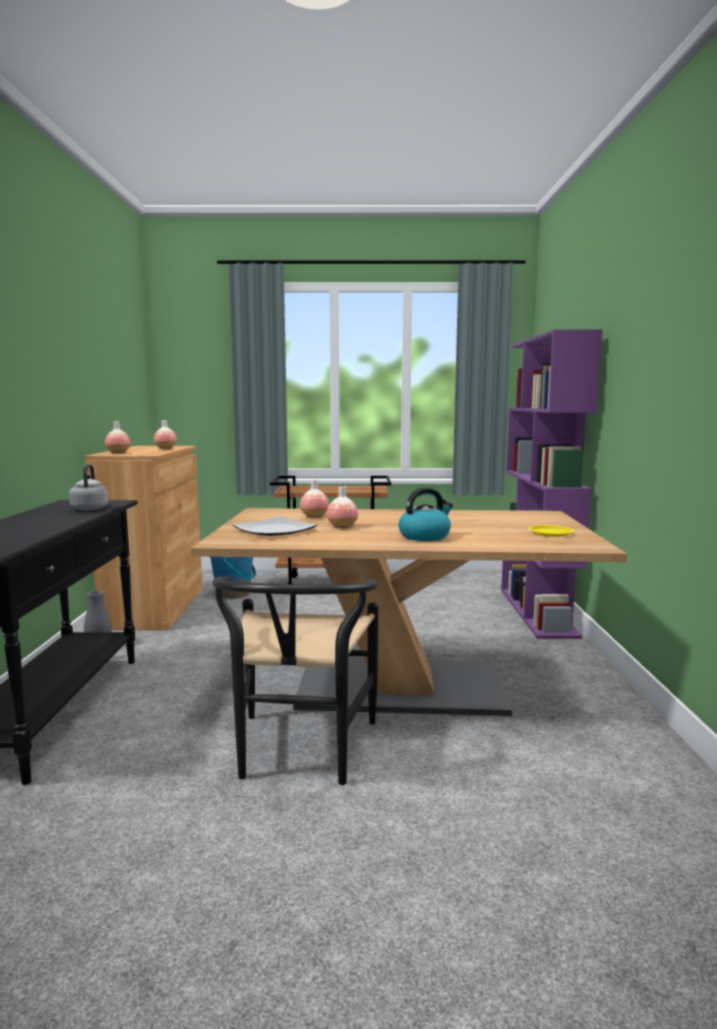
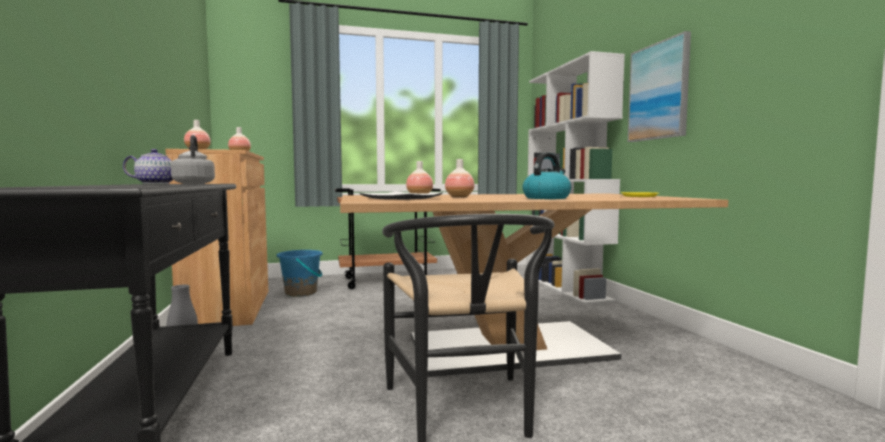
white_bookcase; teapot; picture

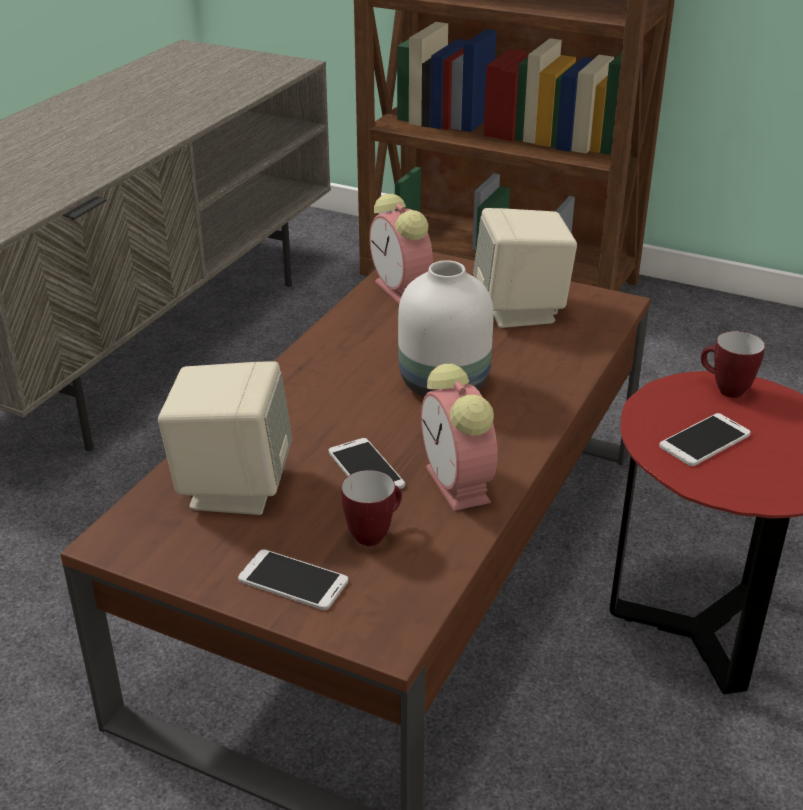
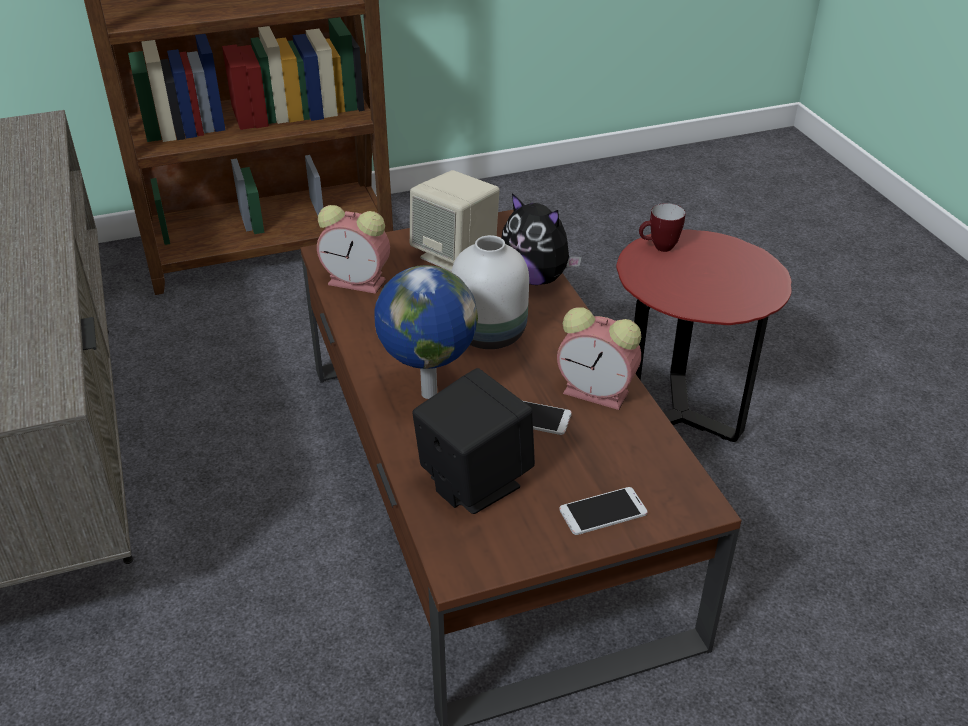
black_speaker; mug (no. 1 from left in the first image); phone (no. 3 from left in the first image); globe; plush_toy

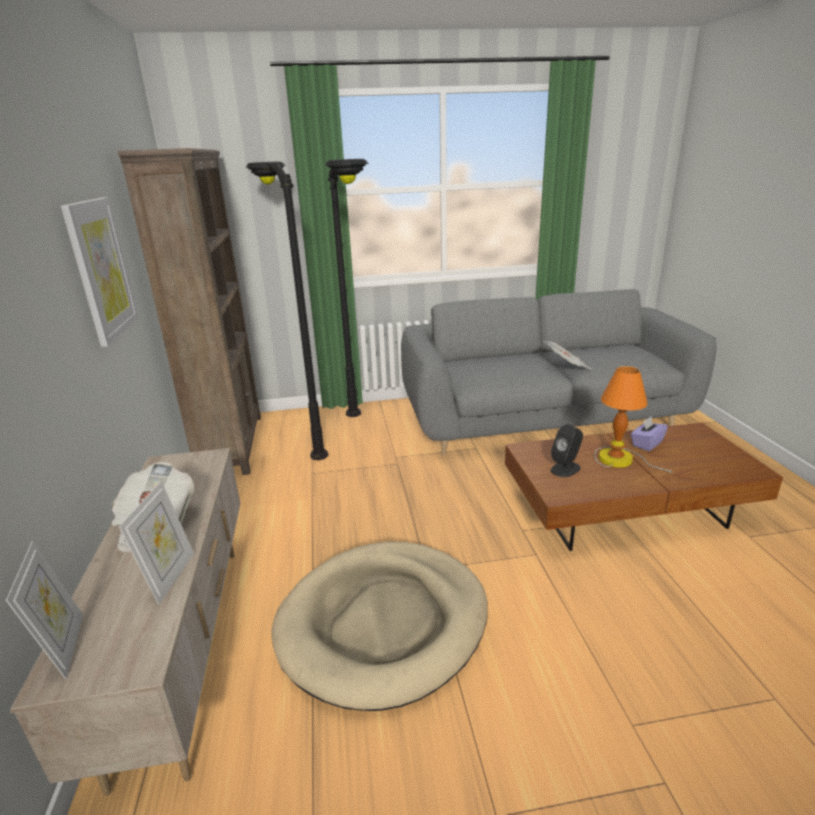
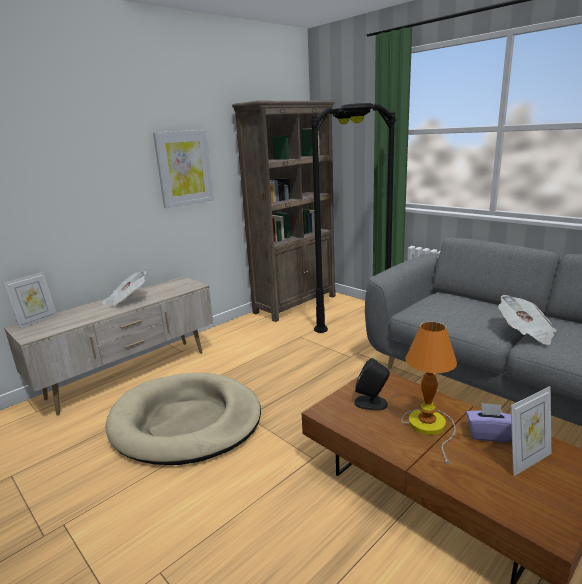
picture_frame (no. 2 from left)

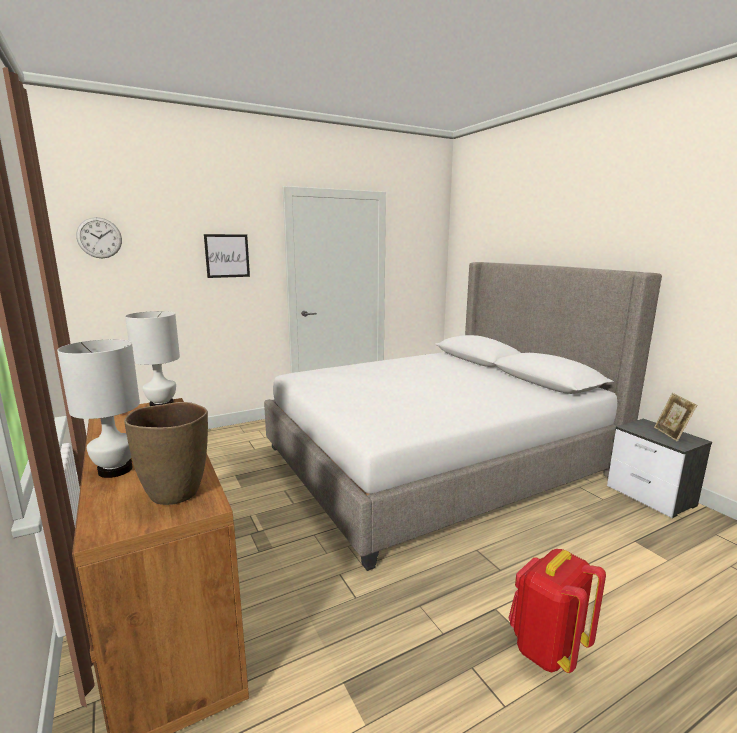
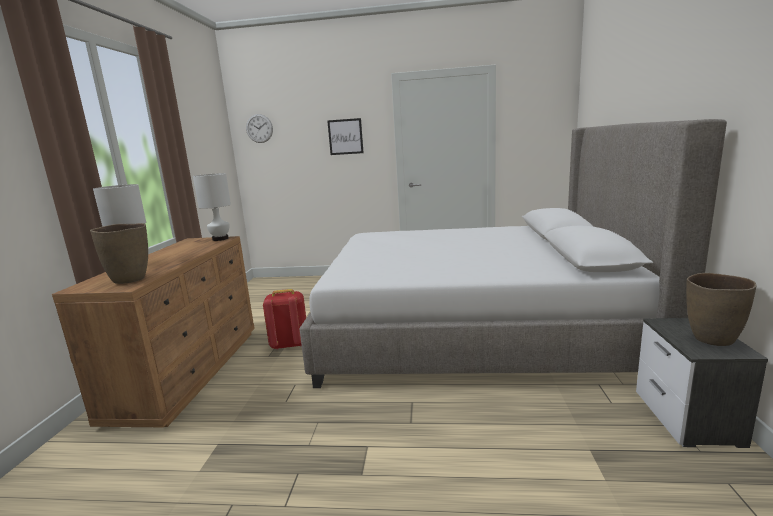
red_backpack; brown_vase (no. 2 from left)

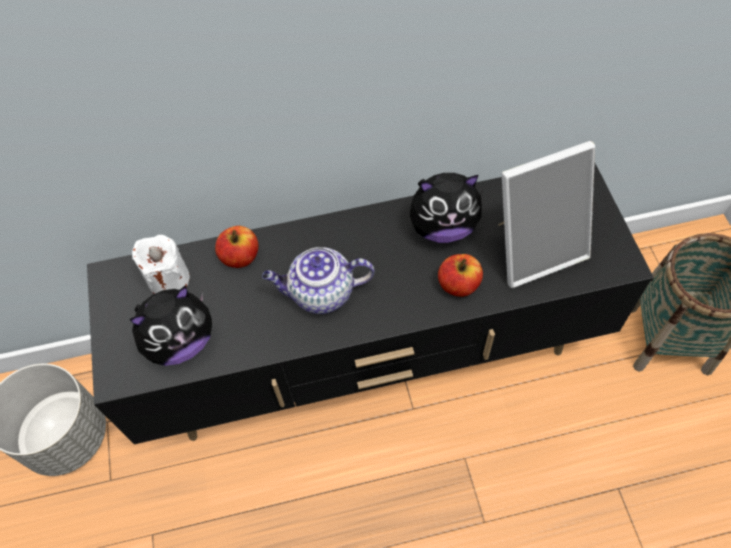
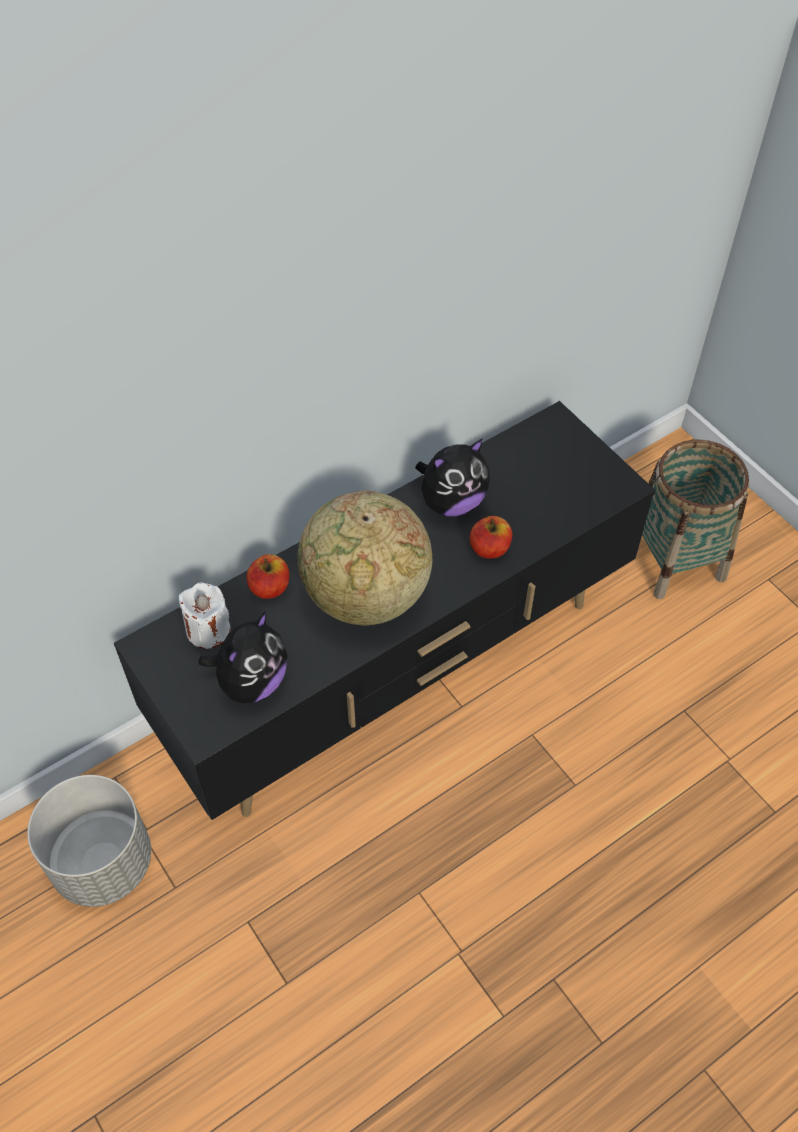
globe; picture_frame

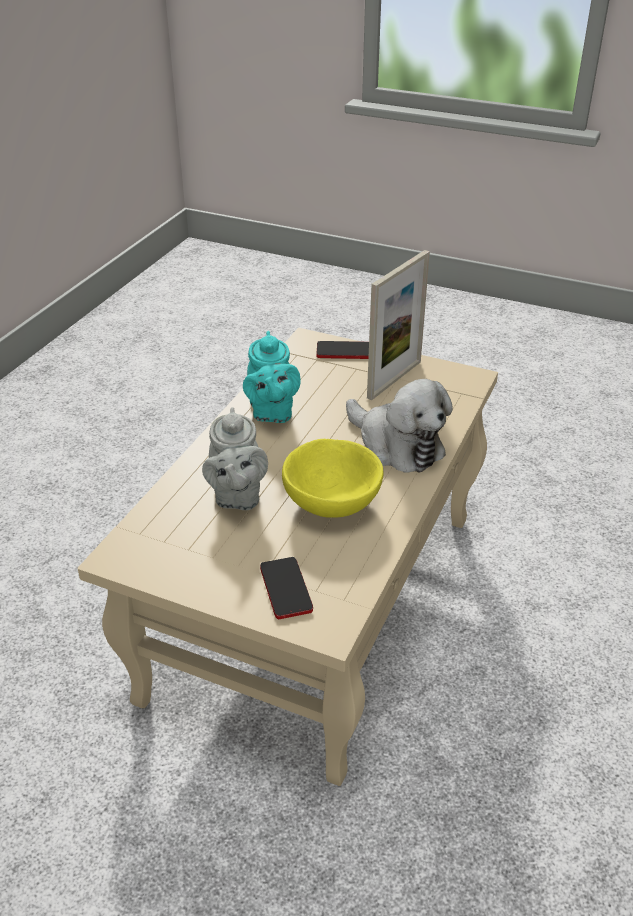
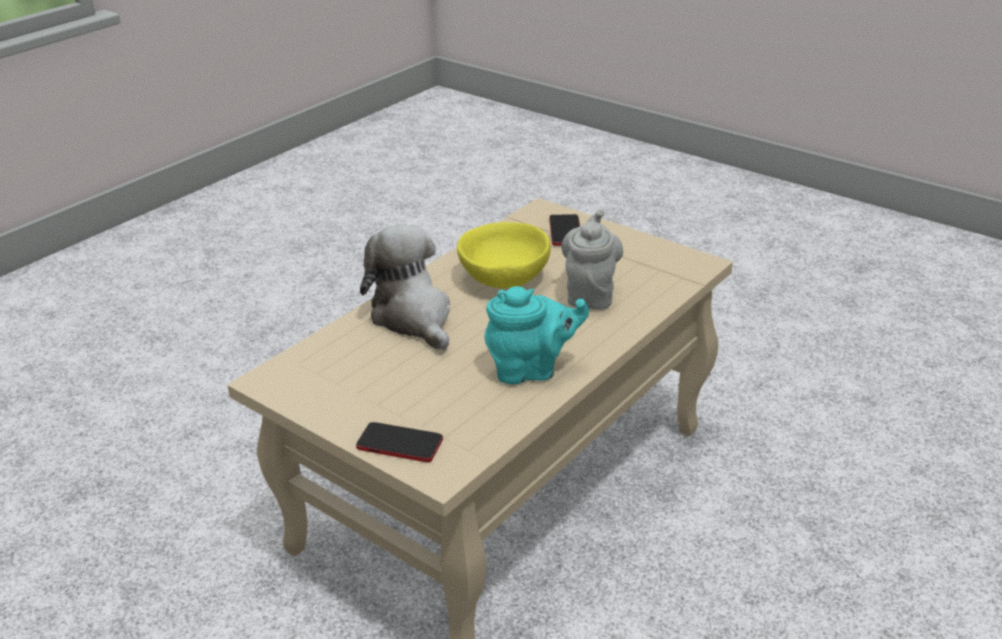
turquoise_teapot; picture_frame

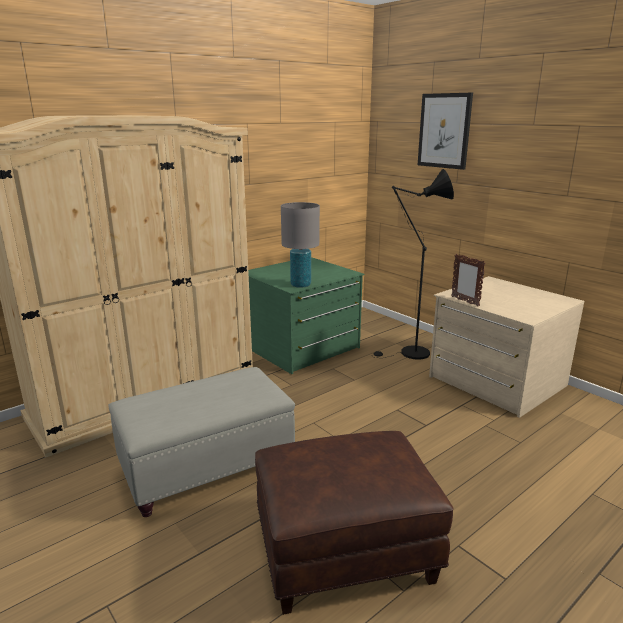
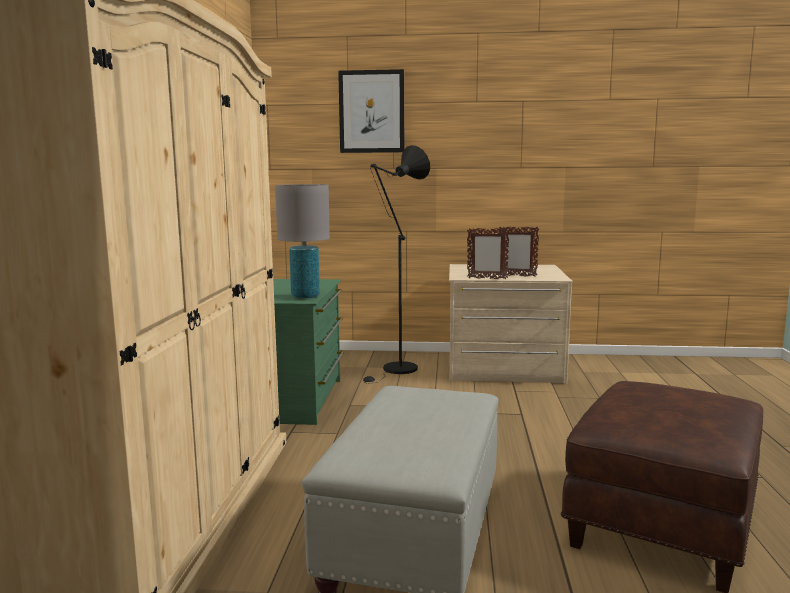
picture_frame (no. 2 from left)

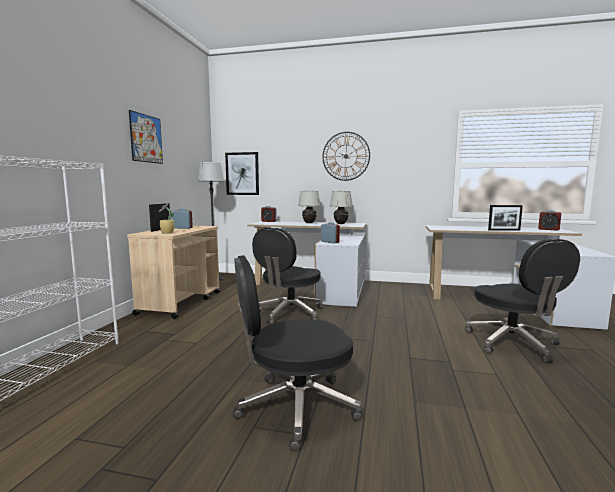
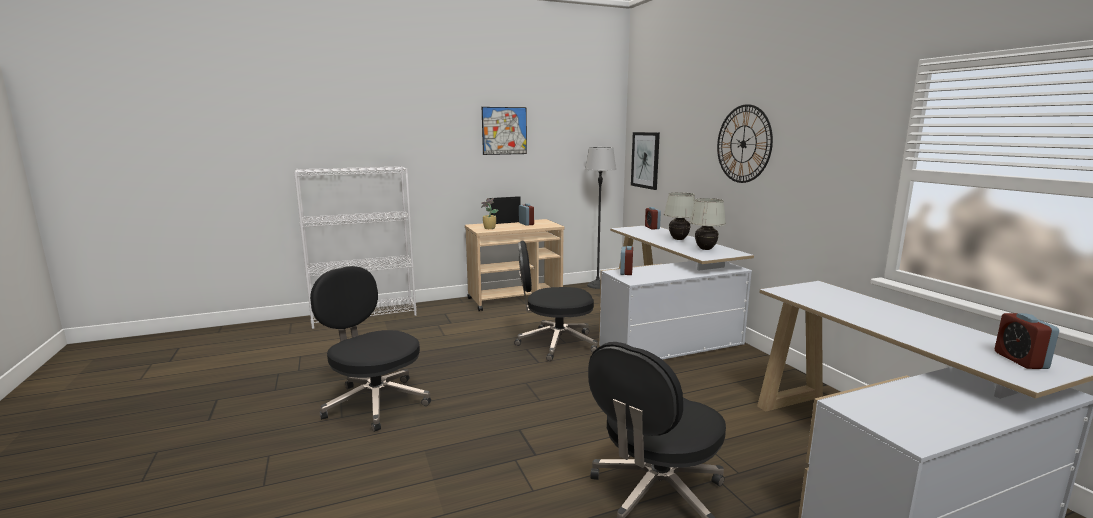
picture_frame (no. 2 from left in the first image)

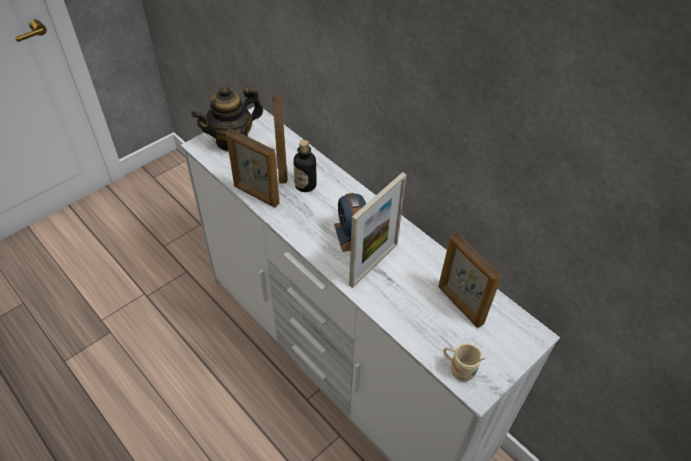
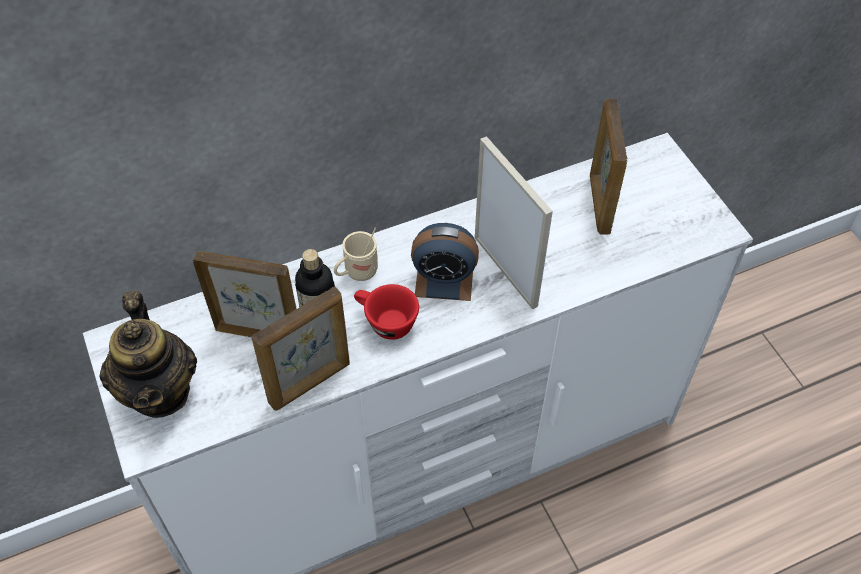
picture_frame (no. 4 from left); beige_mug; red_cup

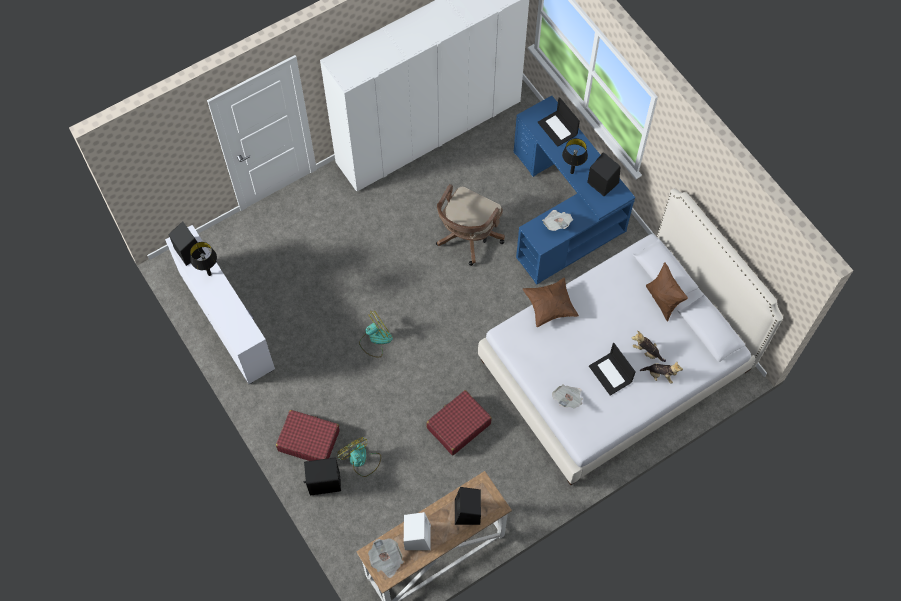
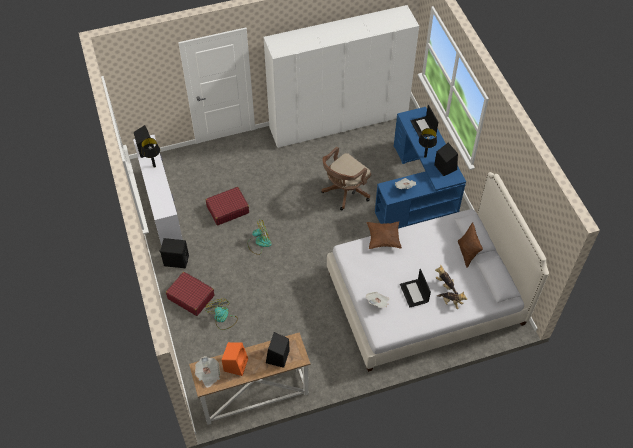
black_speaker (no. 2 from left); orange_speaker; red_suitcase (no. 2 from left)

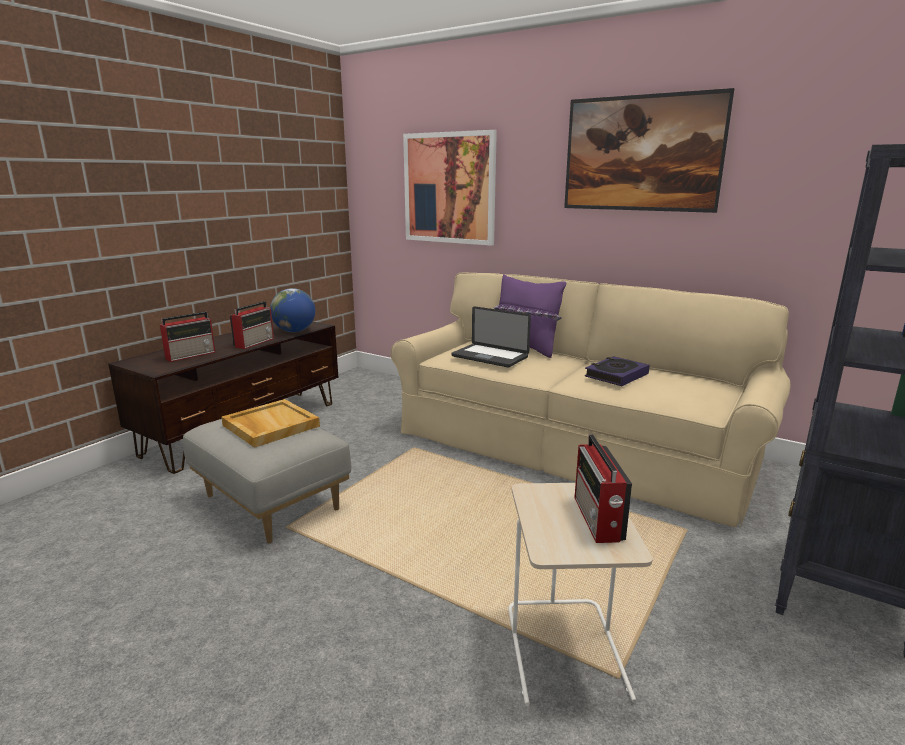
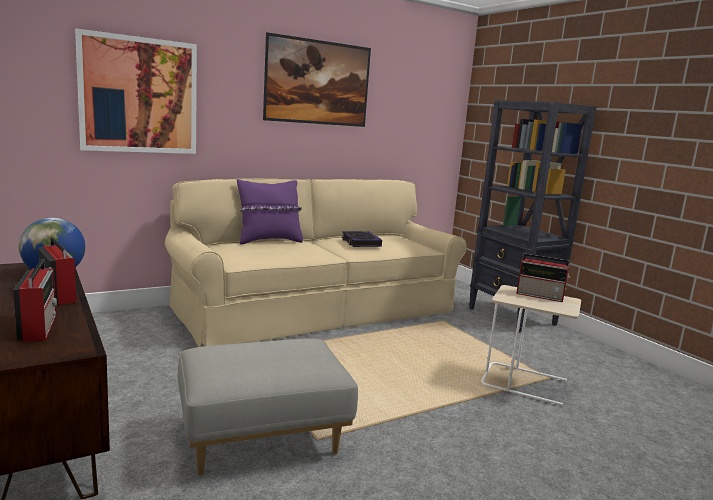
beige_tray; laptop

